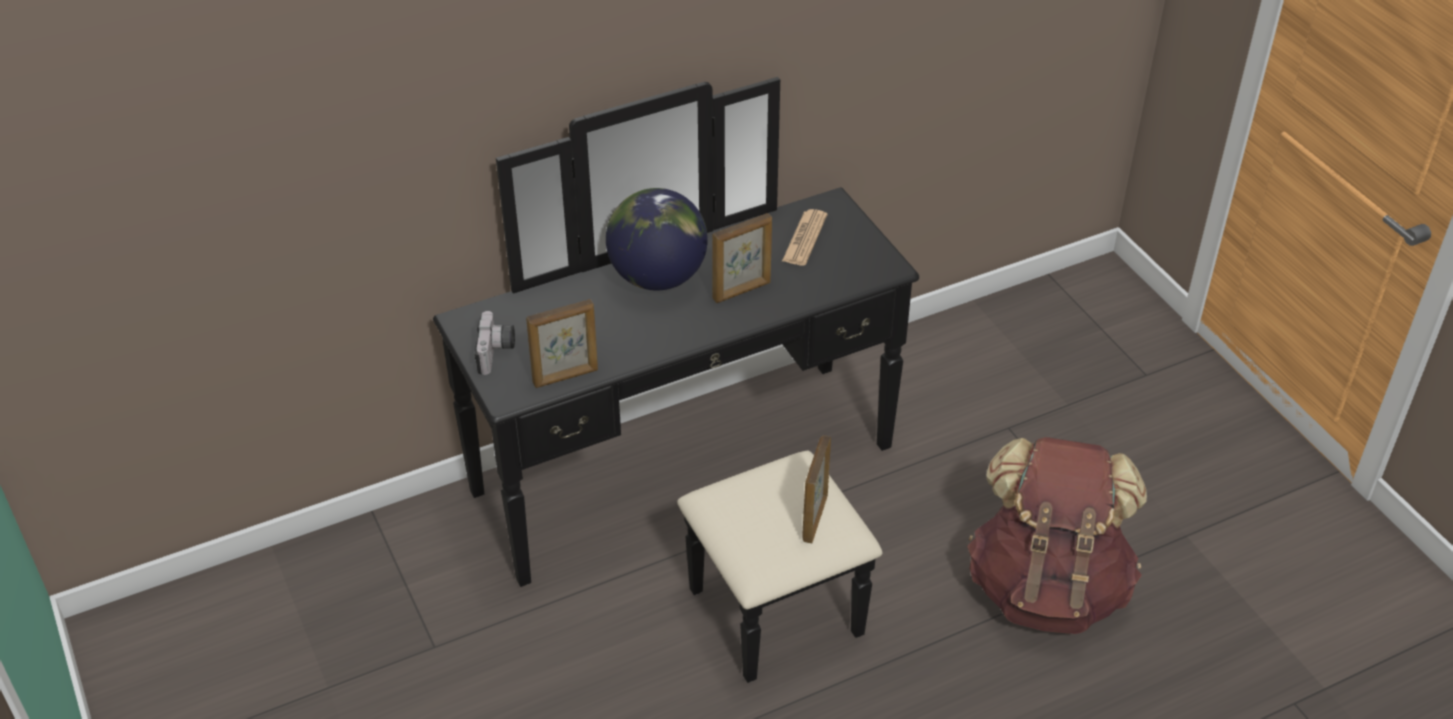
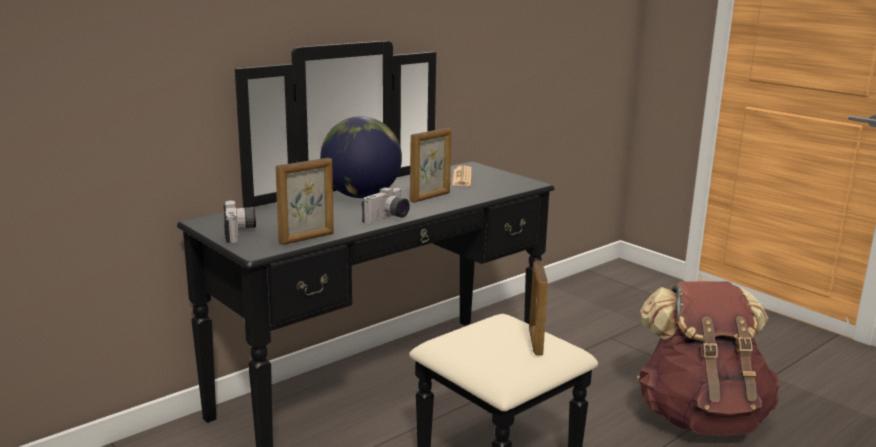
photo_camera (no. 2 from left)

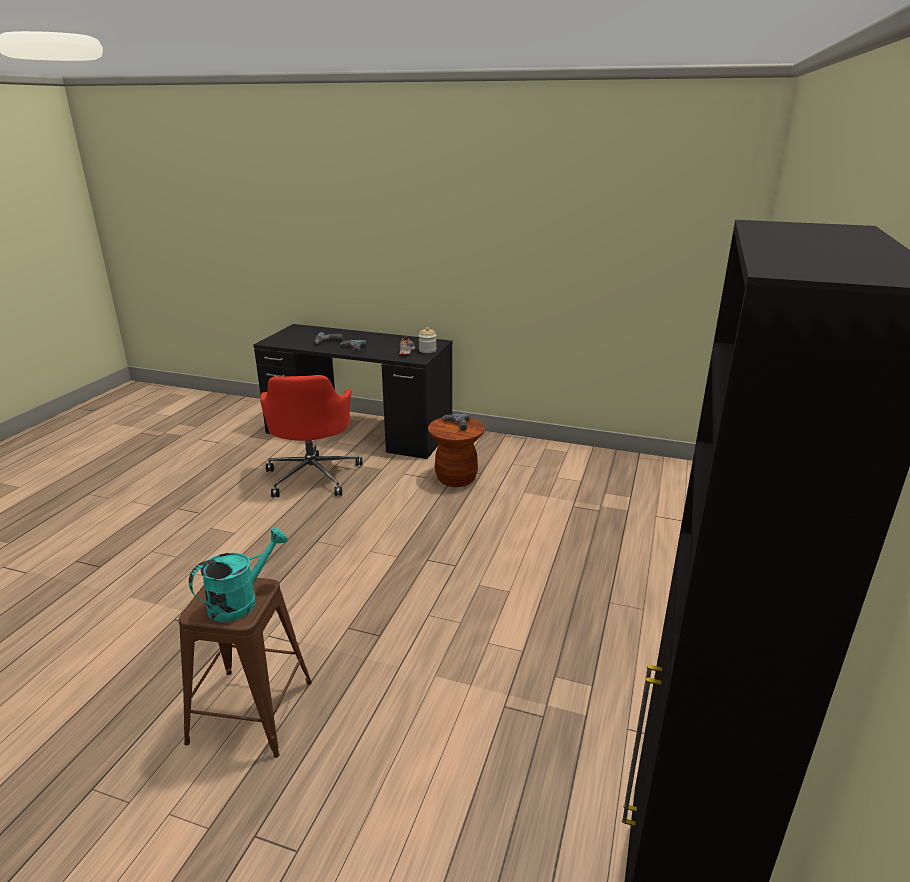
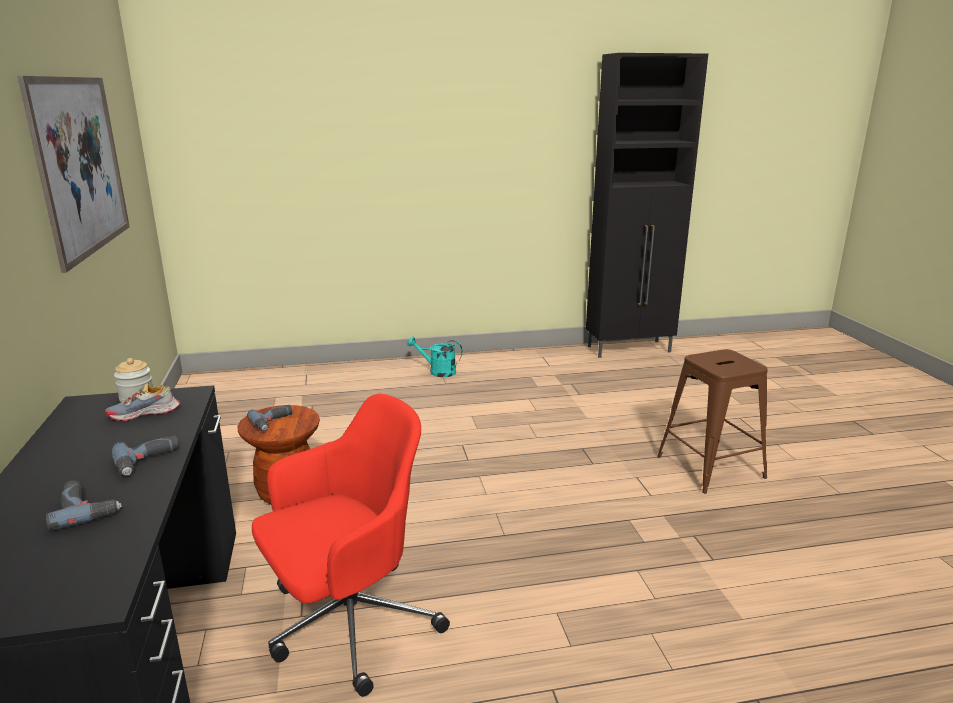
turquoise_watering_can; picture

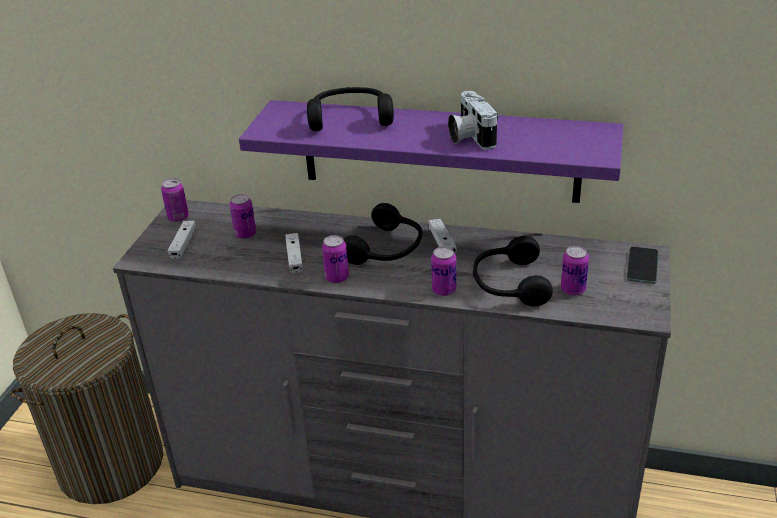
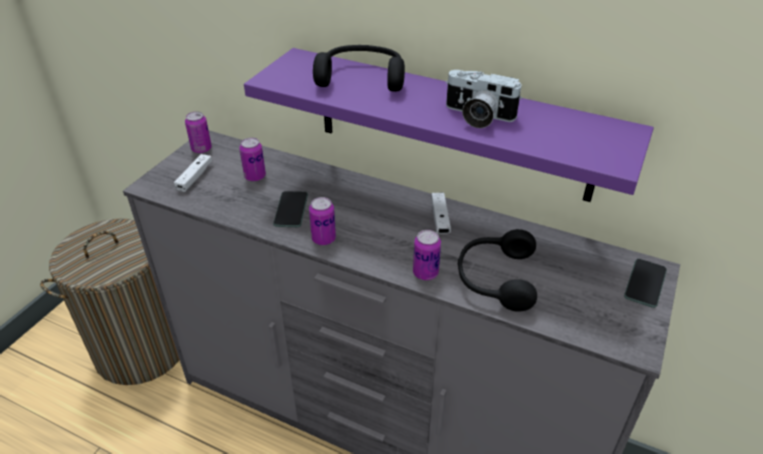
phone (no. 1 from left); black_headphones (no. 2 from left in the first image); photo_camera; can (no. 5 from left in the first image)

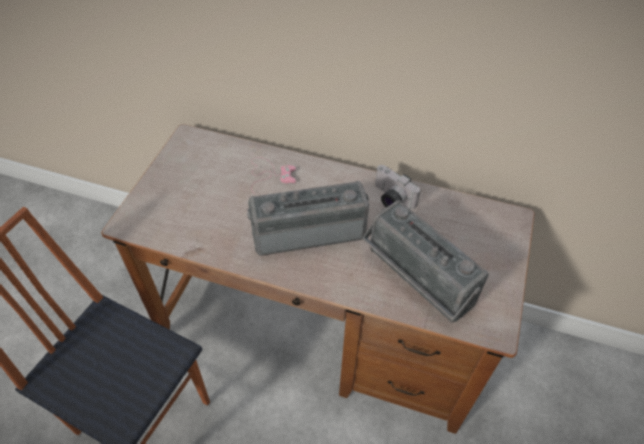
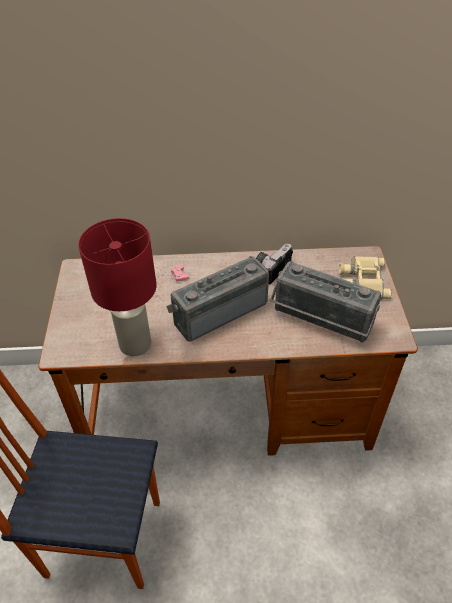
photo_camera; red_table_lamp; beige_binoculars

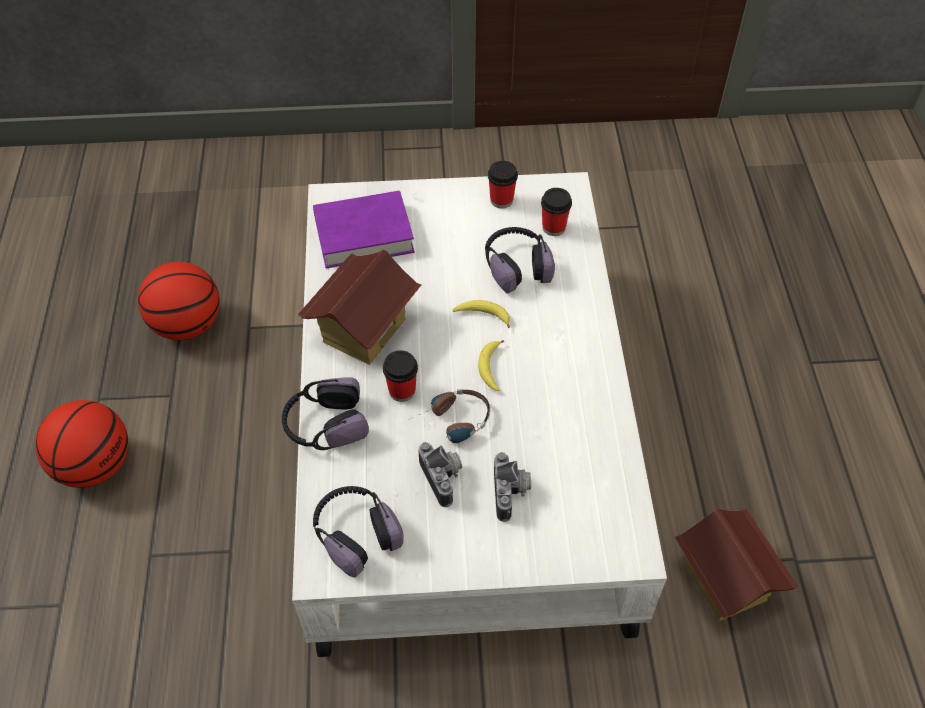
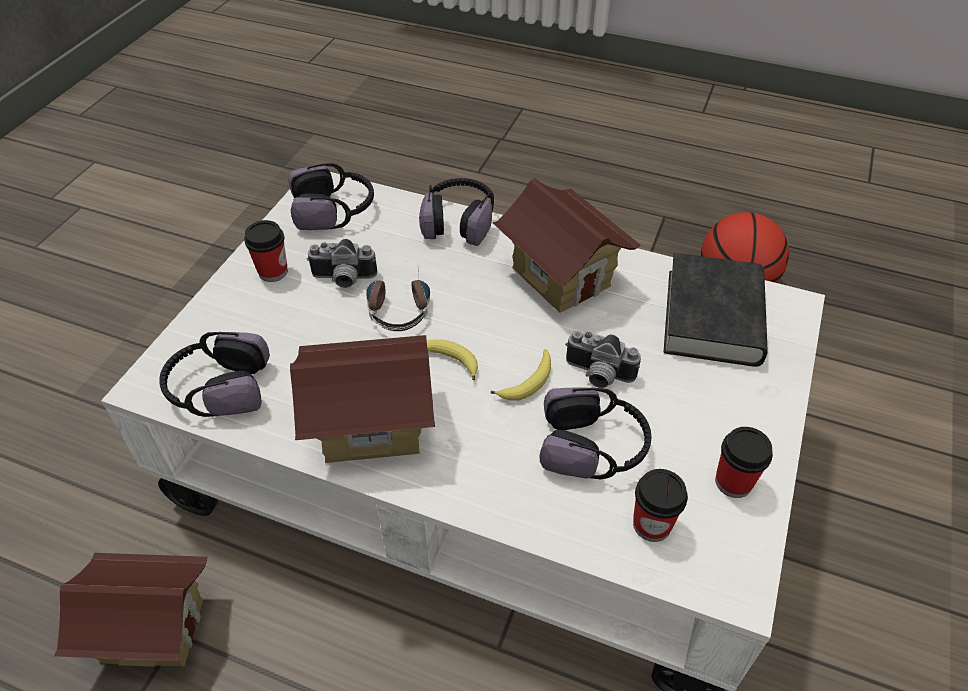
basketball (no. 1 from left in the first image); black_book; cup (no. 1 from left); photo_camera (no. 2 from left); headphones (no. 1 from left); toy_house (no. 2 from left)

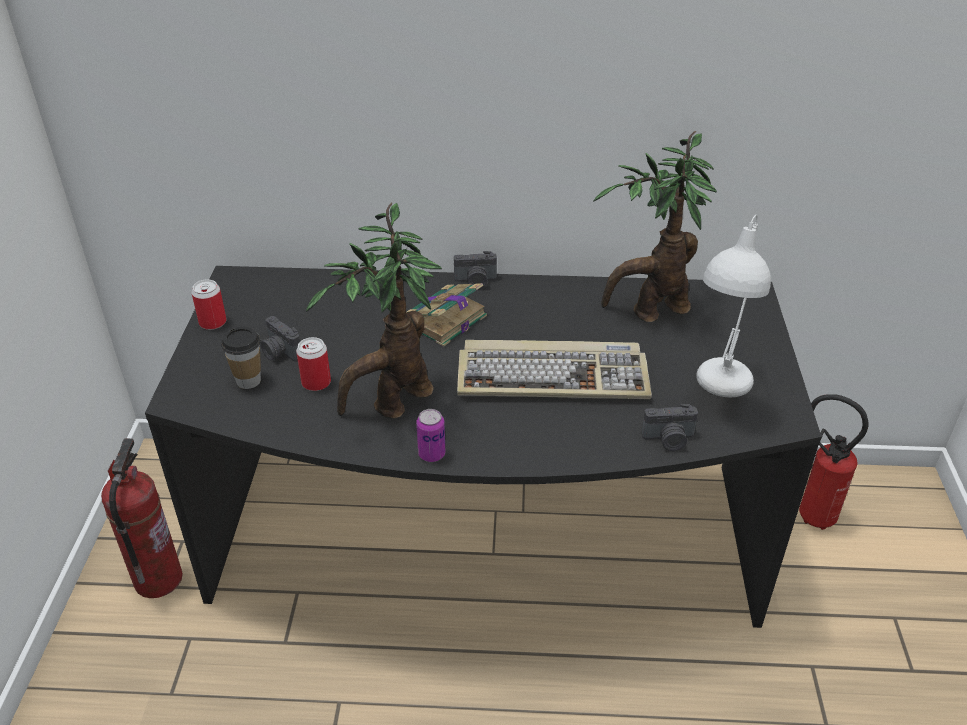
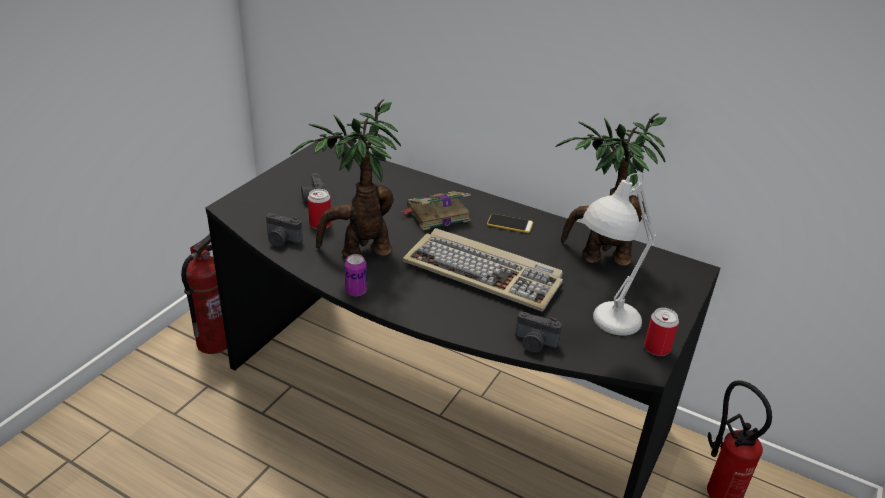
can (no. 3 from left); cup; photo_camera (no. 1 from left); phone

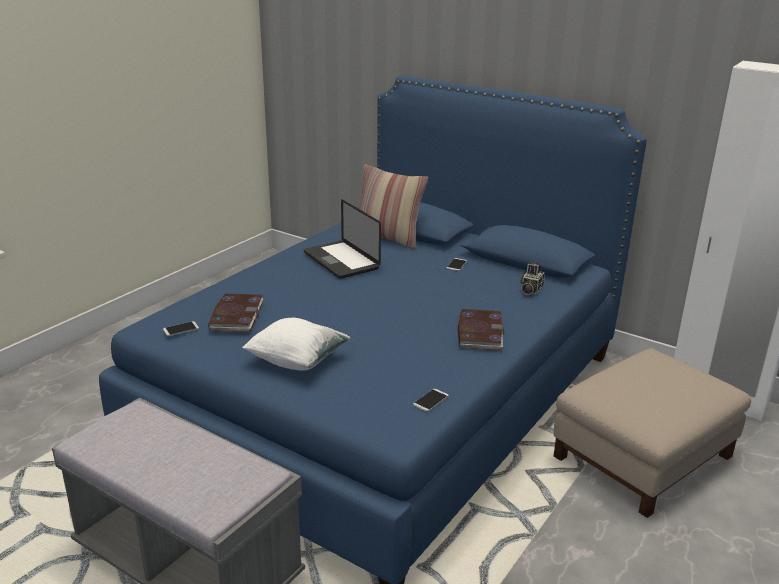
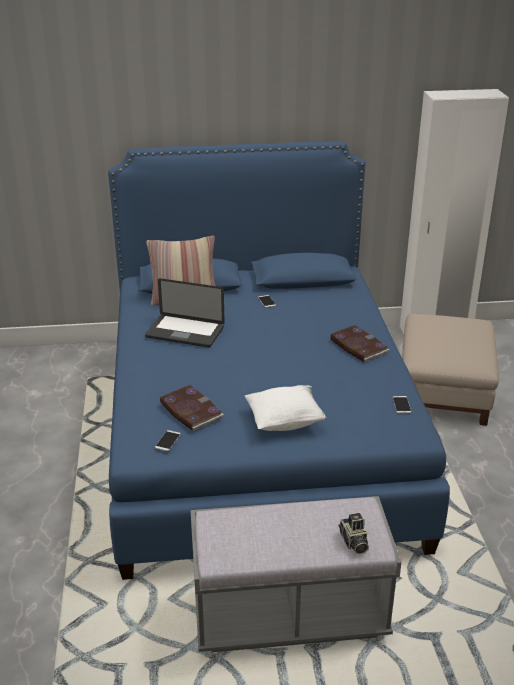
photo_camera

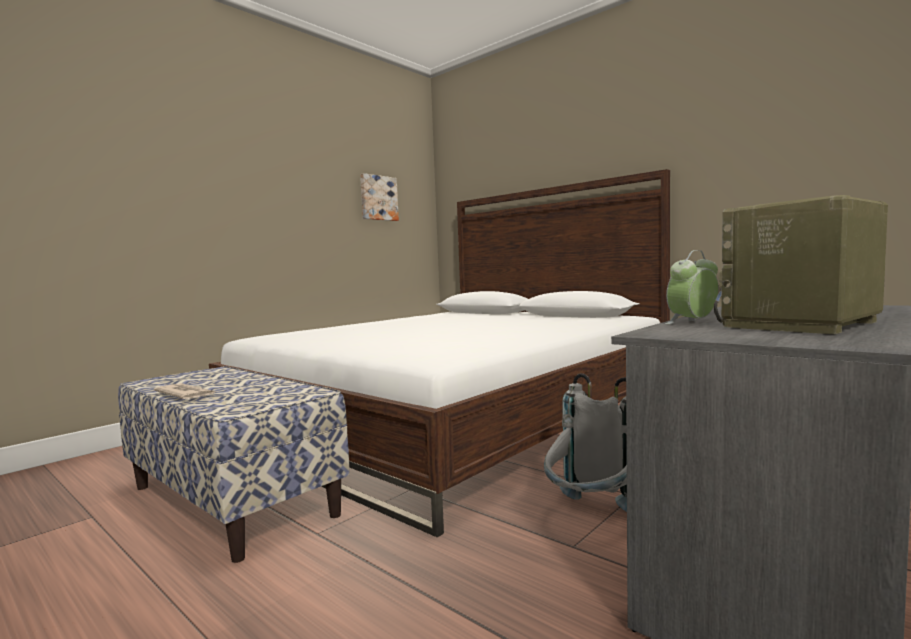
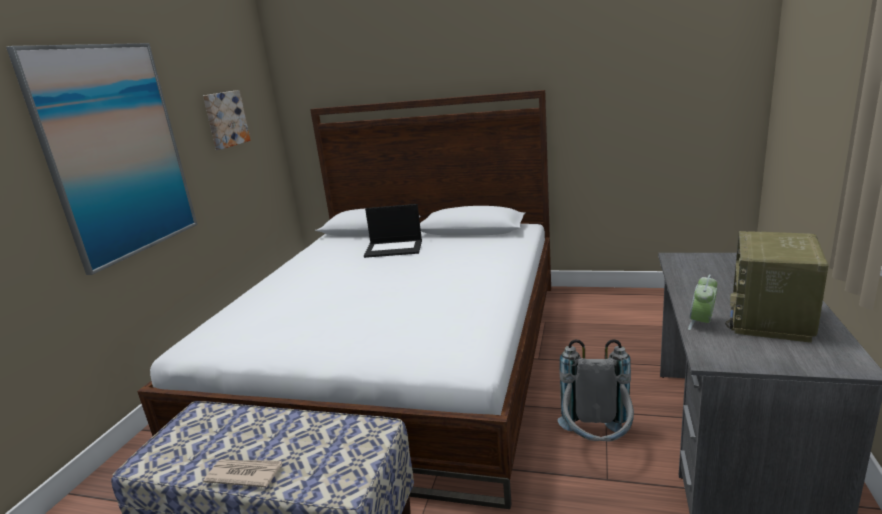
picture (no. 1 from left); laptop

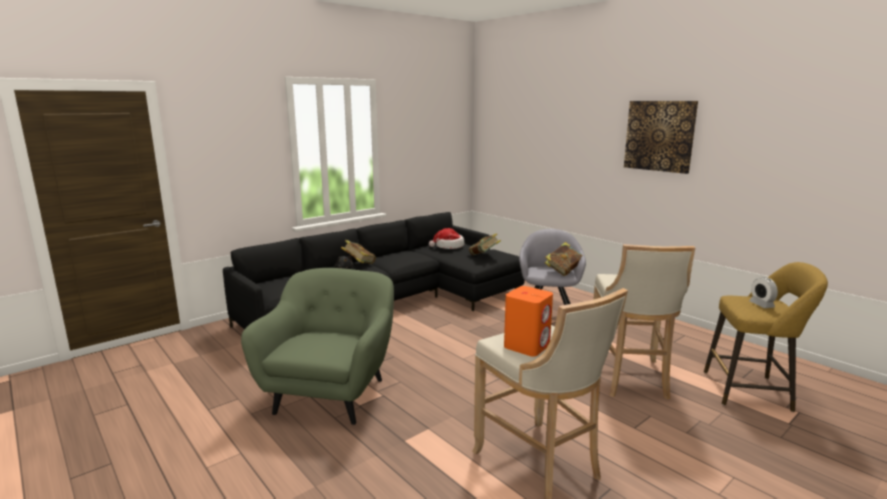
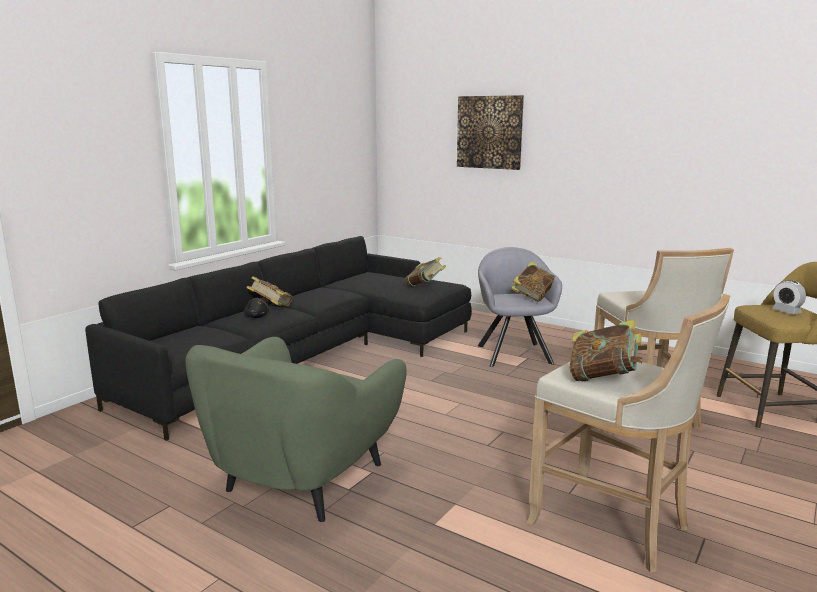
green_armchair; hat; book (no. 4 from left); picture

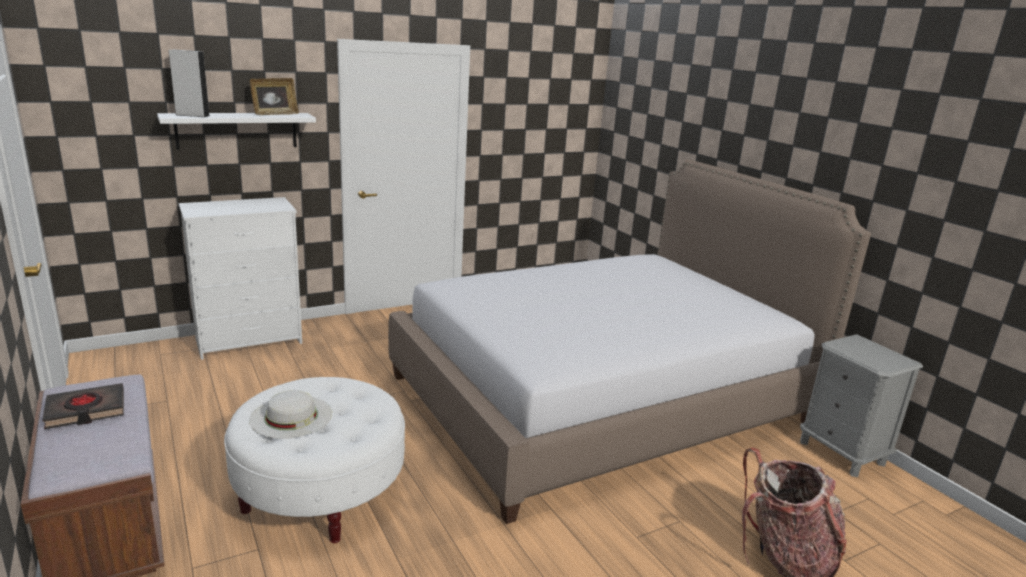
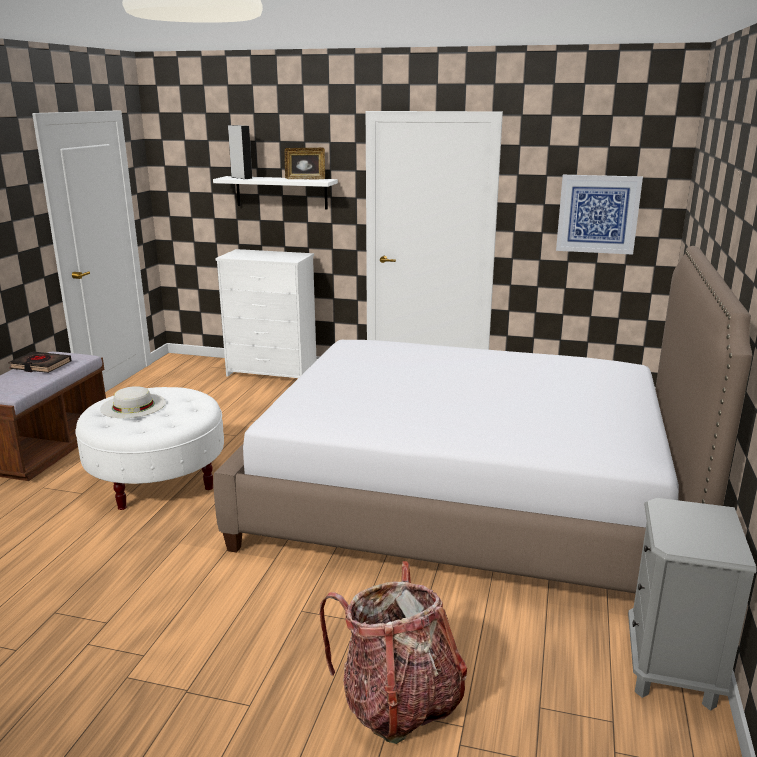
picture

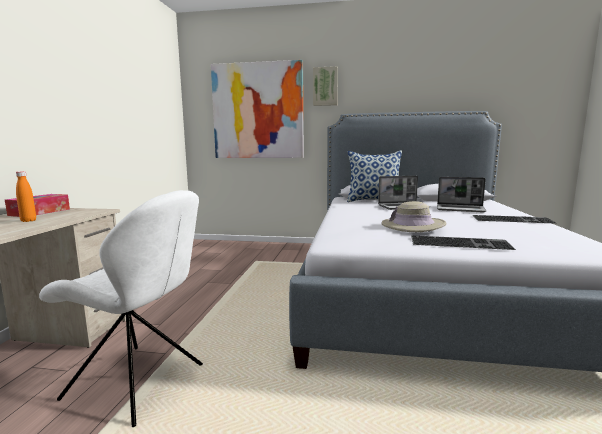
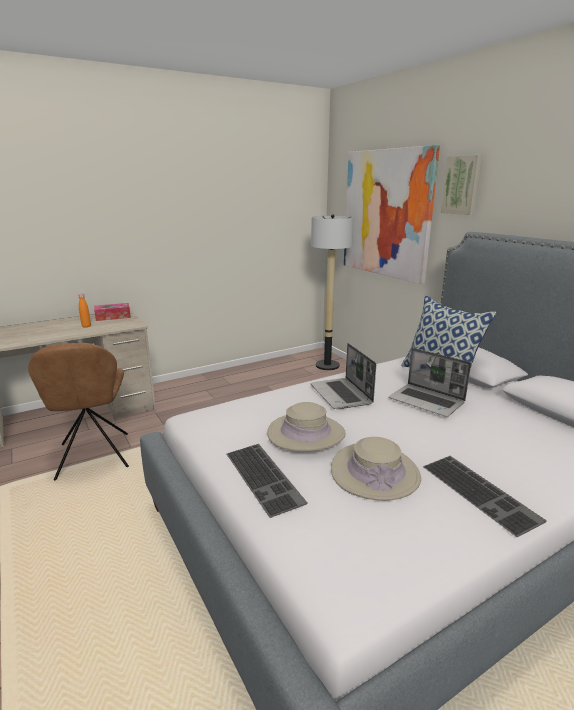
brown_chair; laptop (no. 1 from left); floor_lamp; beige_hat (no. 2 from left)

